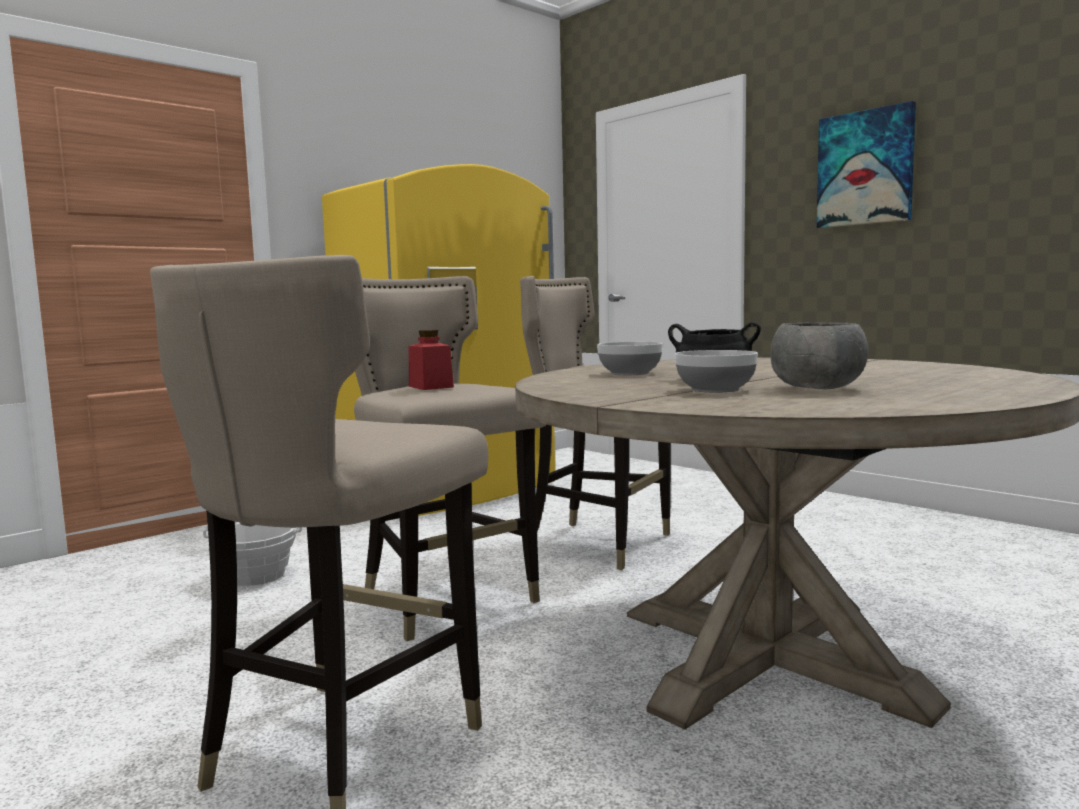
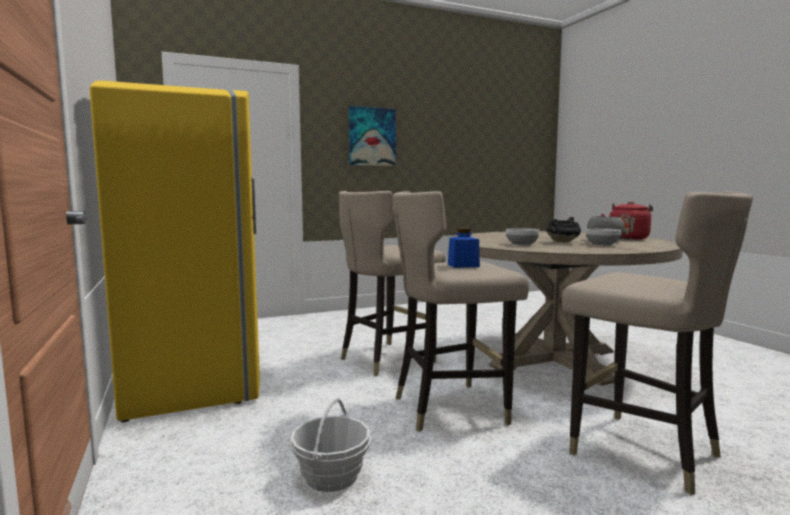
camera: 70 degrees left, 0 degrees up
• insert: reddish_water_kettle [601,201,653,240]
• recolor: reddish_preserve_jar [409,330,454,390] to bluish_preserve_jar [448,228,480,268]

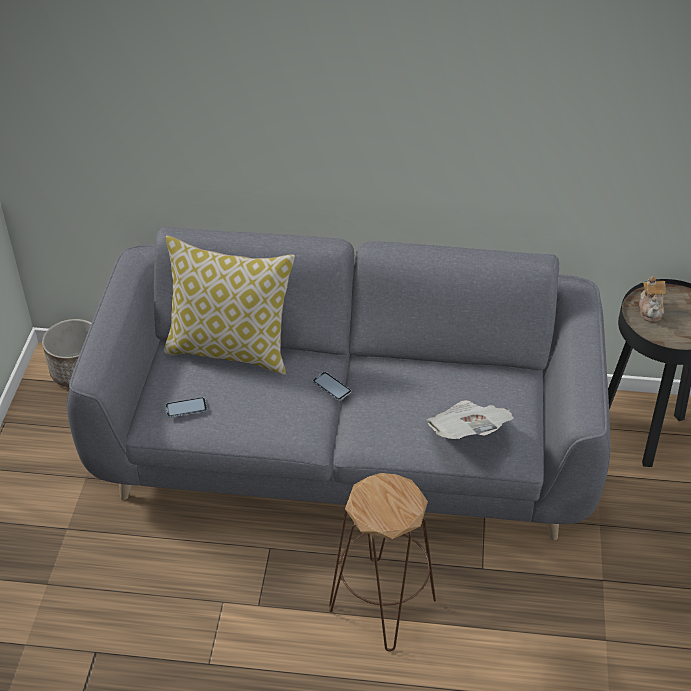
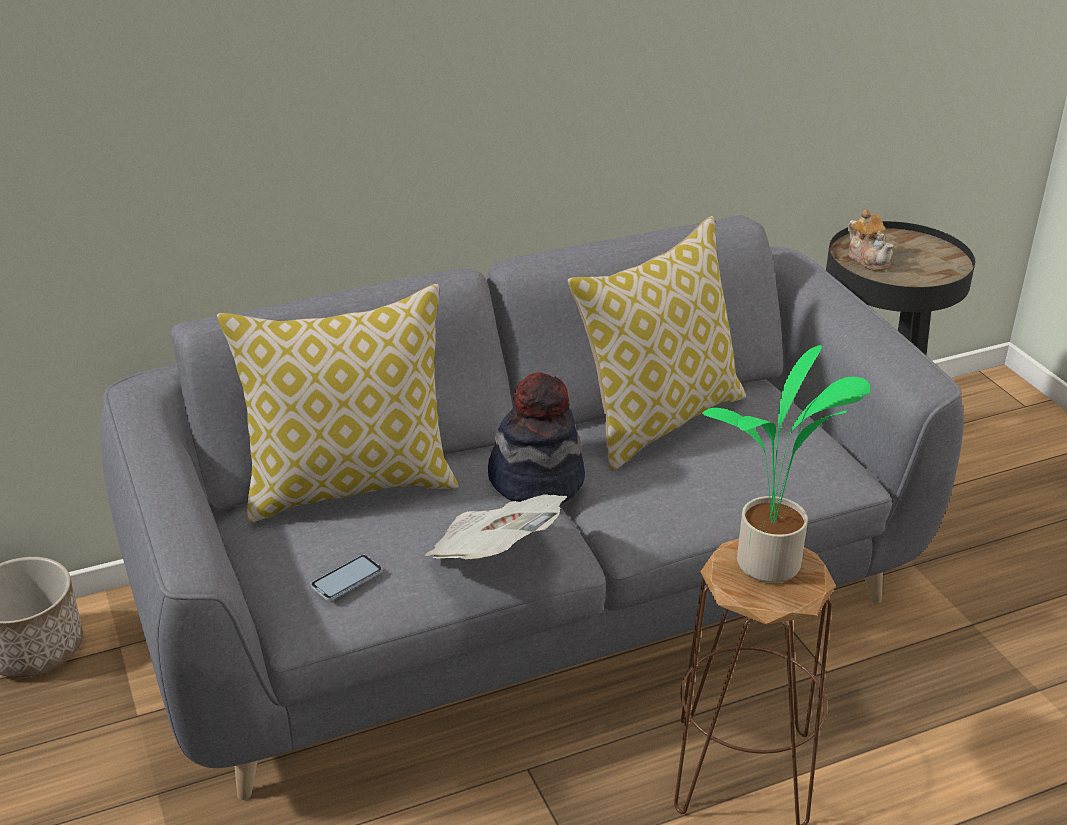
camera: 30 degrees left, 10 degrees down
• insert: pillow [568,216,746,471]
• insert: houseplant [702,345,871,583]
• move: daily_paper [426,400,514,439] to [424,494,567,559]
• replace: phone [313,372,351,401] to wearable_hat [488,372,585,503]

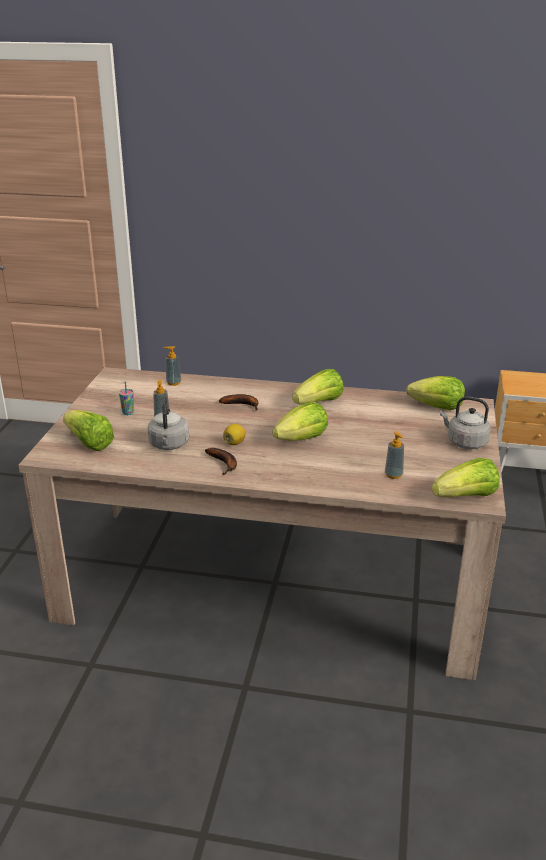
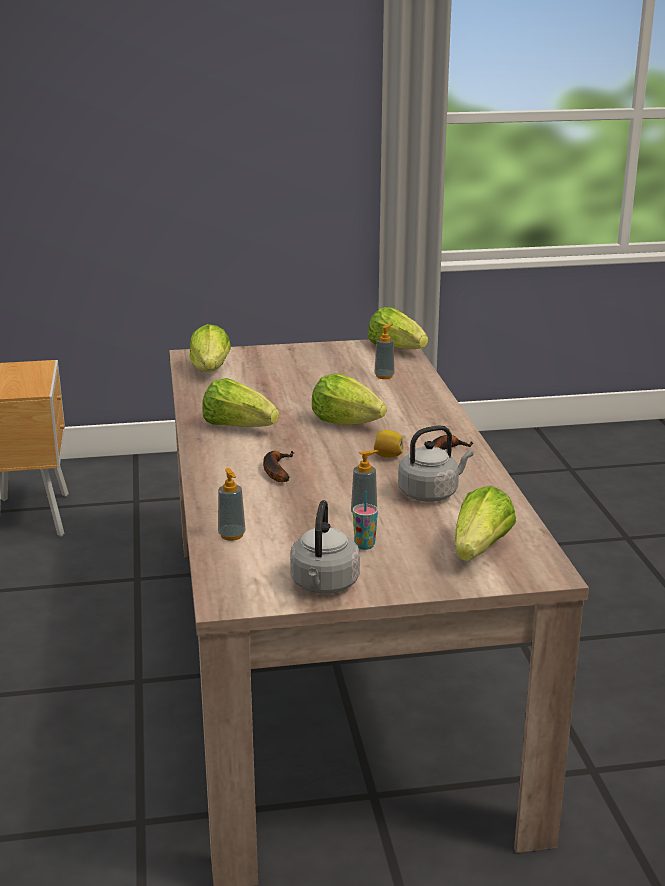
camera: 110 degrees left, 5 degrees down
• move: greyish_water_kettle [440,396,491,449] to [290,500,360,594]

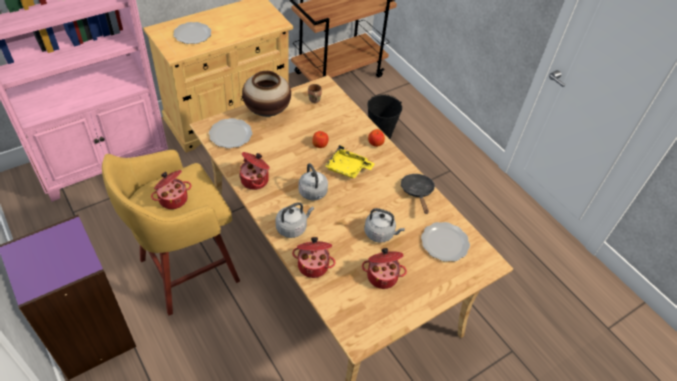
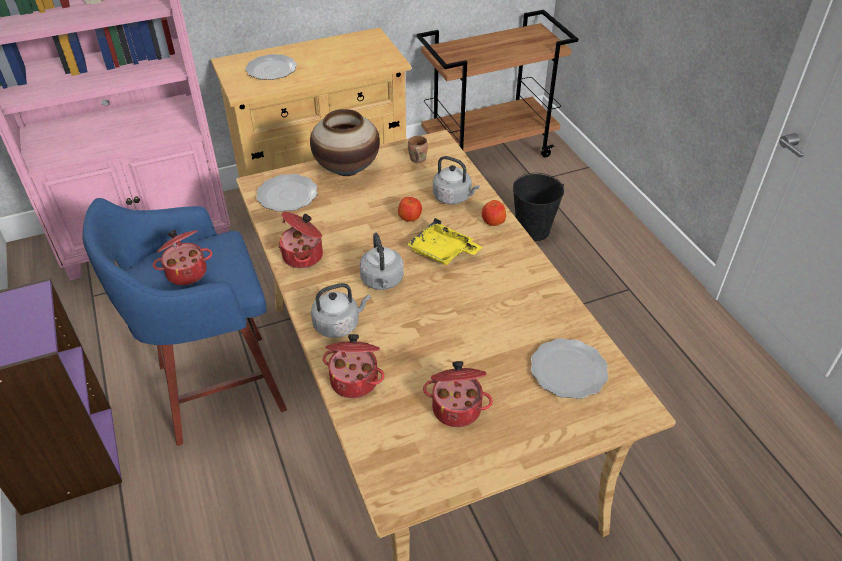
camera: 15 degrees right, 5 degrees down
• delete: blackish_frying_pan [401,174,435,214]
• move: greyish_water_kettle [364,208,405,243] to [433,156,480,204]
• recolor: yellow-coloured_stool_seat [102,150,240,316] to bluish_stool_seat [82,198,287,446]

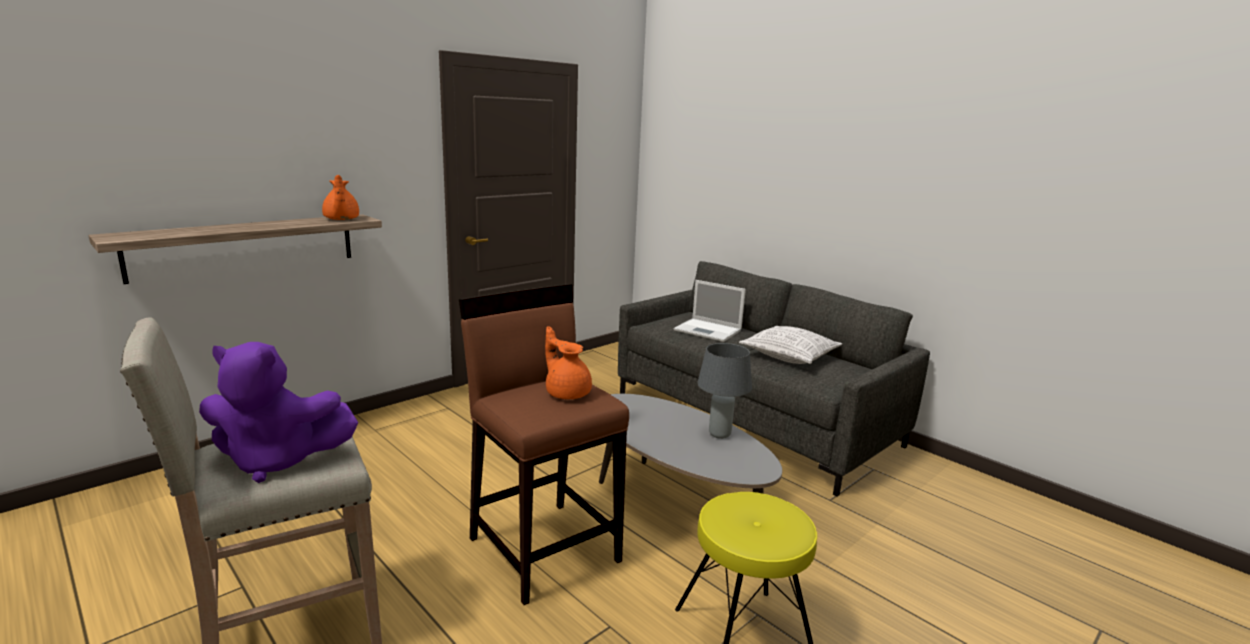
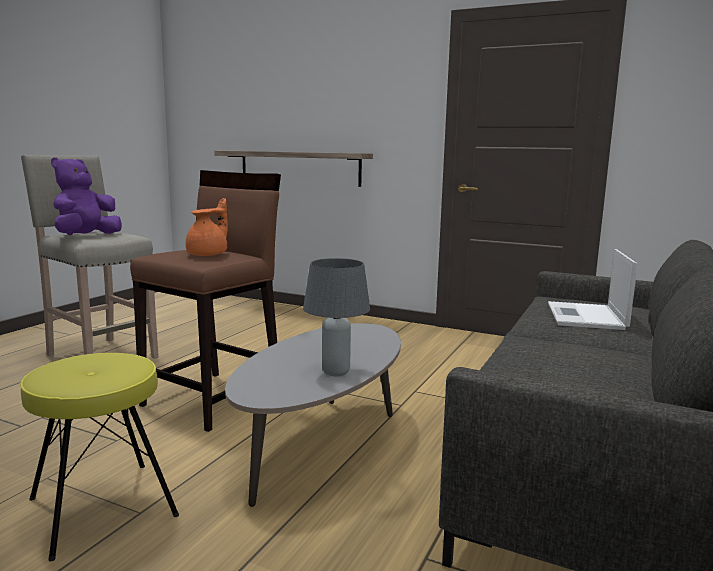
camera: 70 degrees right, 5 degrees down
• delete: orangey_tea_pot [322,175,359,220]
• delete: pillow [739,326,842,364]
• rotate: purple_cuddly_toy [199,342,358,483] = [51,157,122,235] 45 degrees clockwise

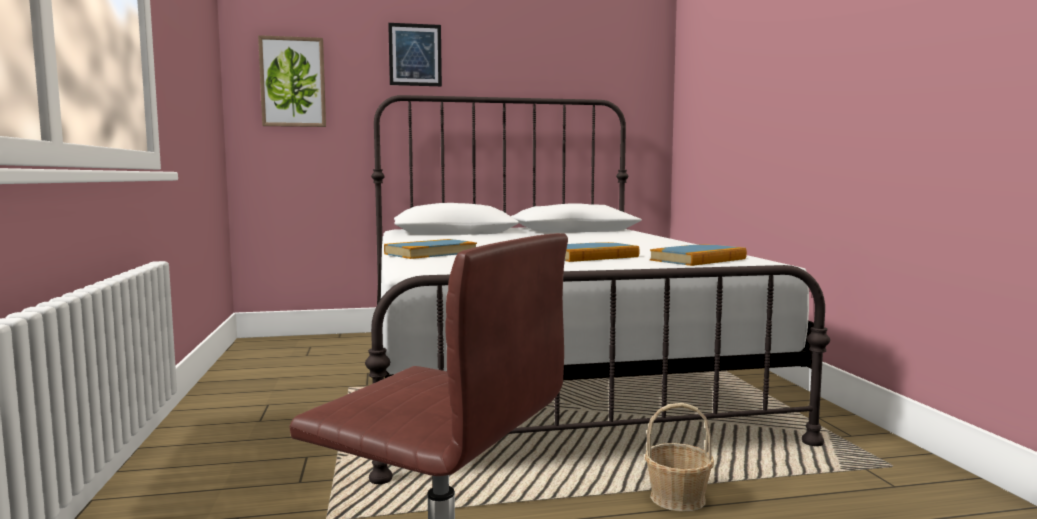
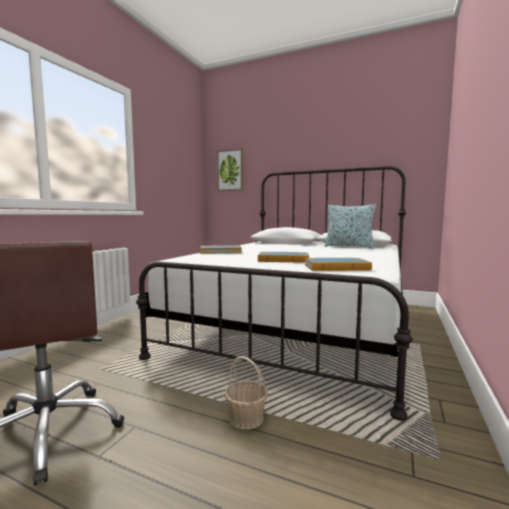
camera: 35 degrees right, 0 degrees up
• delete: wall_art [388,23,442,86]
• insert: pillow [324,204,377,248]

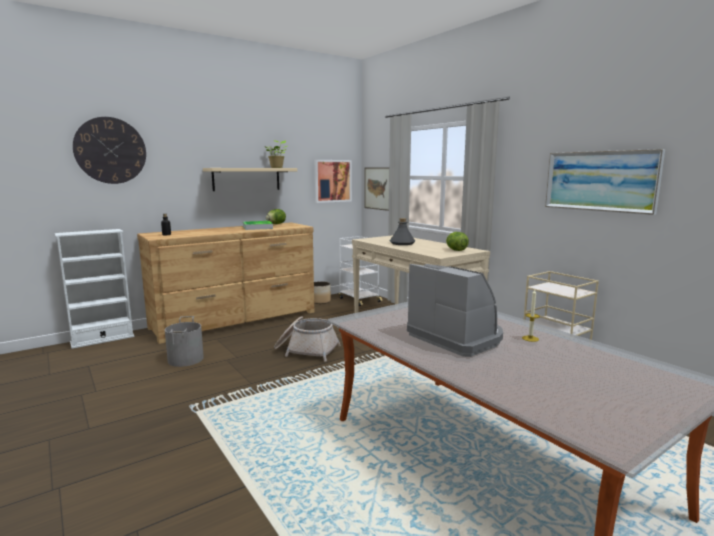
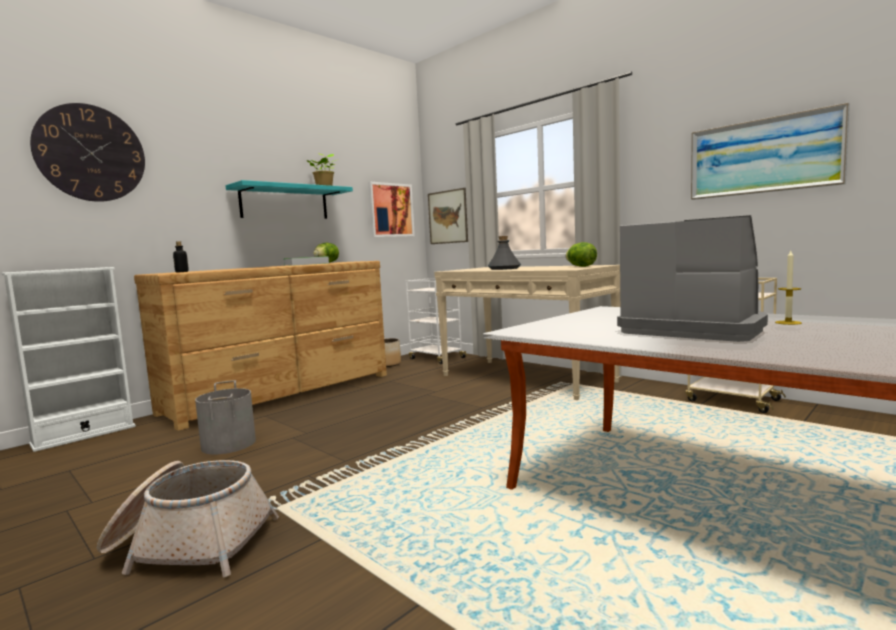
camera: 10 degrees left, 5 degrees down
• move: basket [274,316,341,362] to [97,460,279,578]
• recolor: sand-coloured_bracket_shelf [203,168,297,191] to turquoise_bracket_shelf [226,180,353,219]

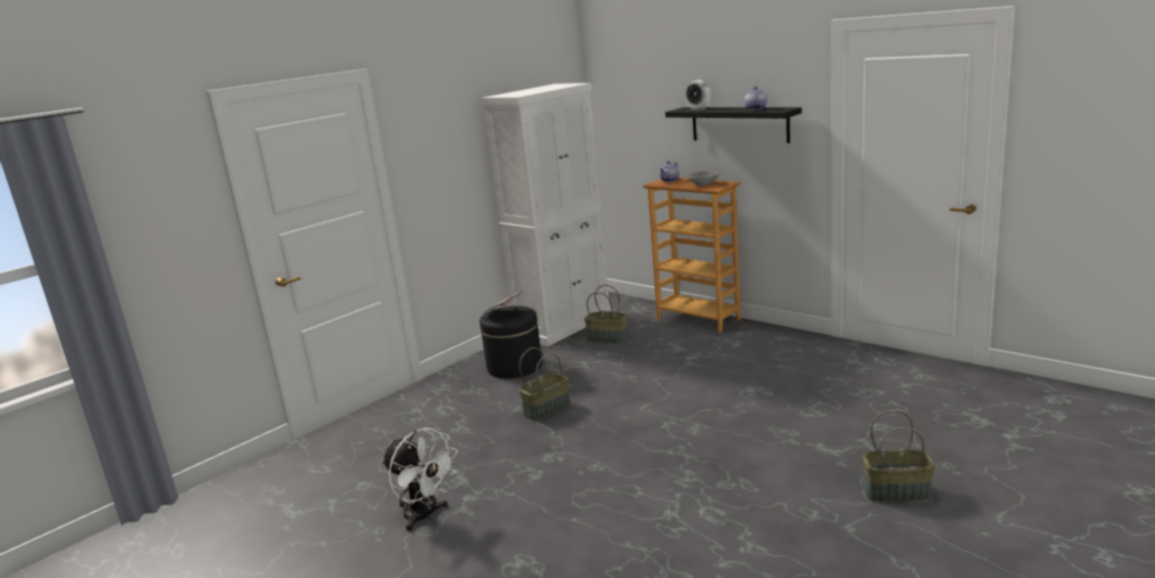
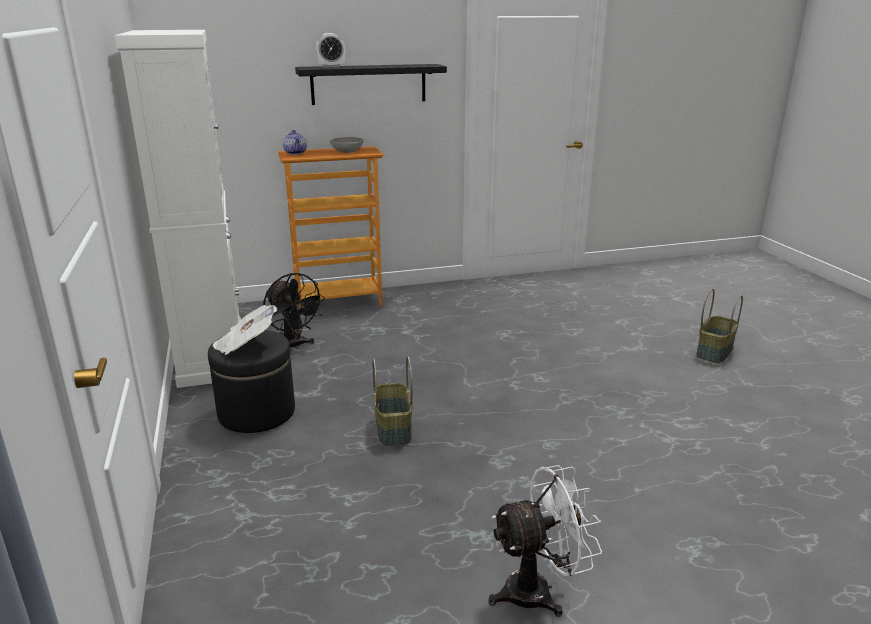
camera: 60 degrees left, 5 degrees up
• delete: tea_pot [744,86,767,110]
• replace: basket [584,285,628,343] to blackish_fan [263,273,325,349]

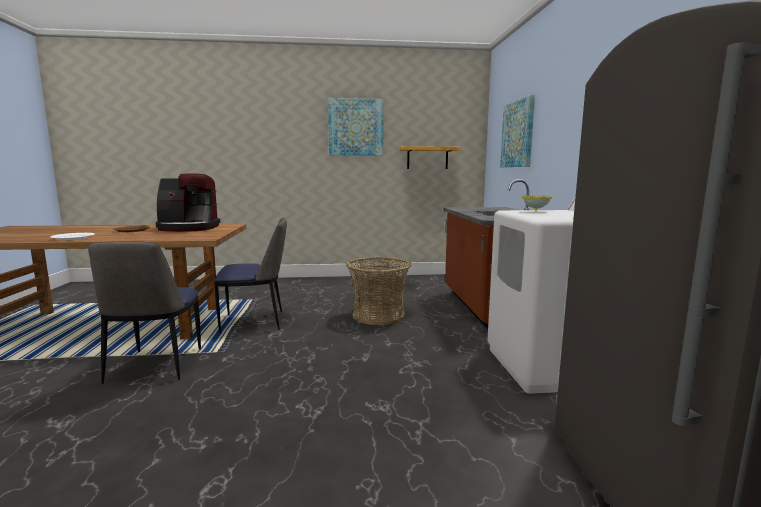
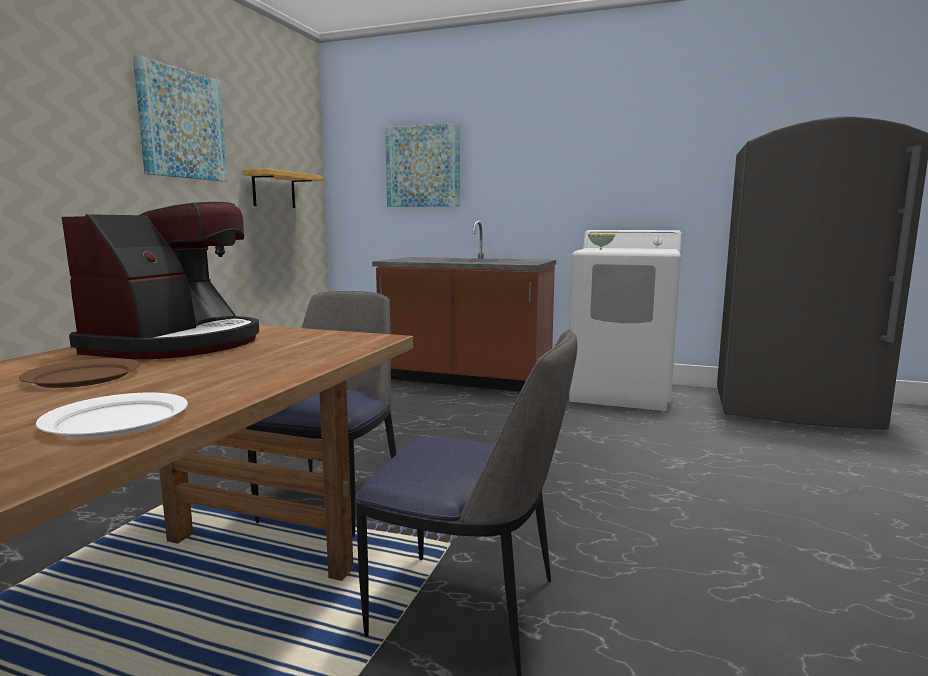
camera: 65 degrees left, 0 degrees up
• delete: basket [346,257,412,325]

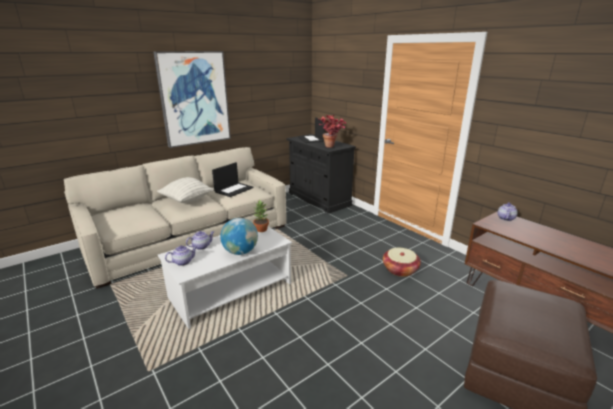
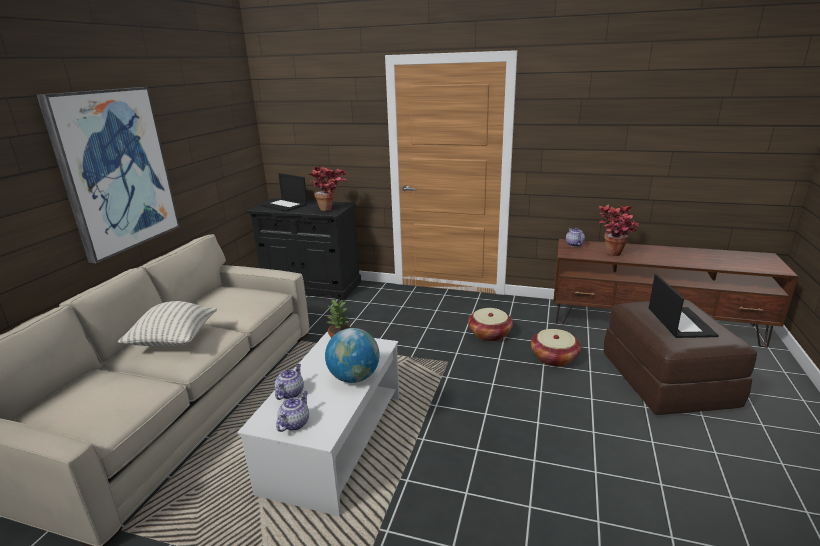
camera: 35 degrees left, 0 degrees up
• insert: basket [531,329,581,367]
• insert: houseplant [598,204,642,256]
• move: portable_computer [212,162,254,197] to [649,274,719,338]

